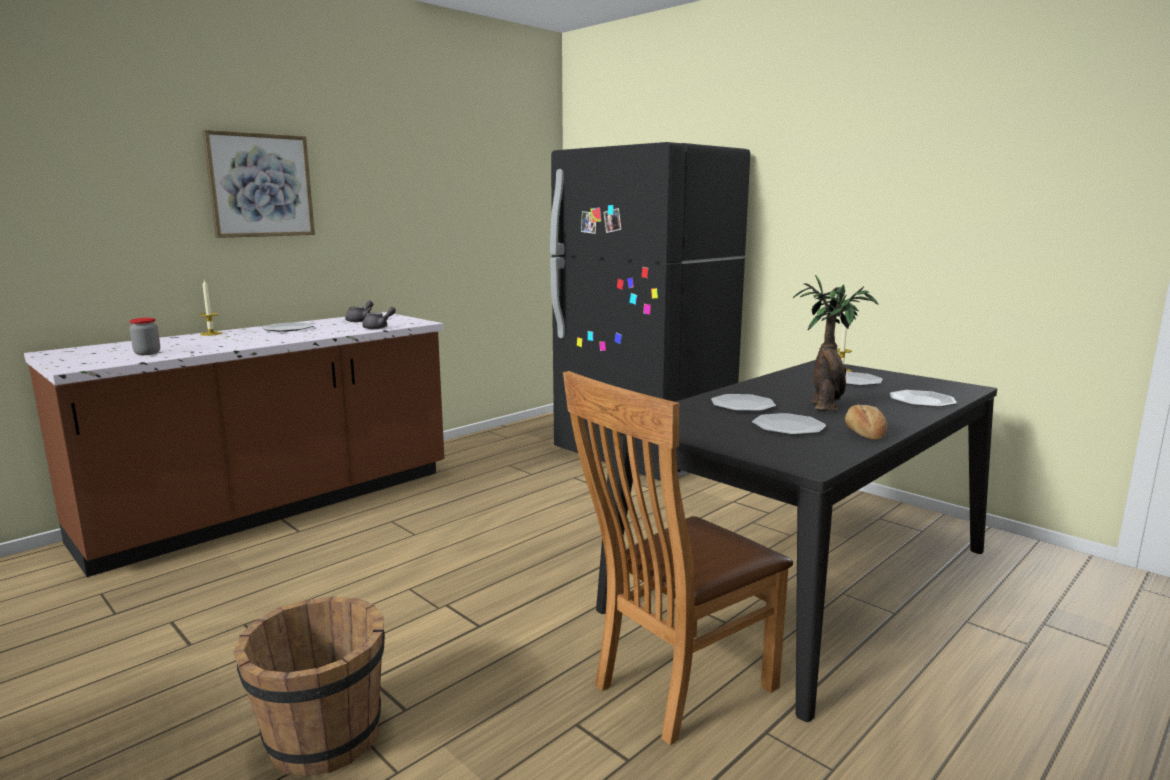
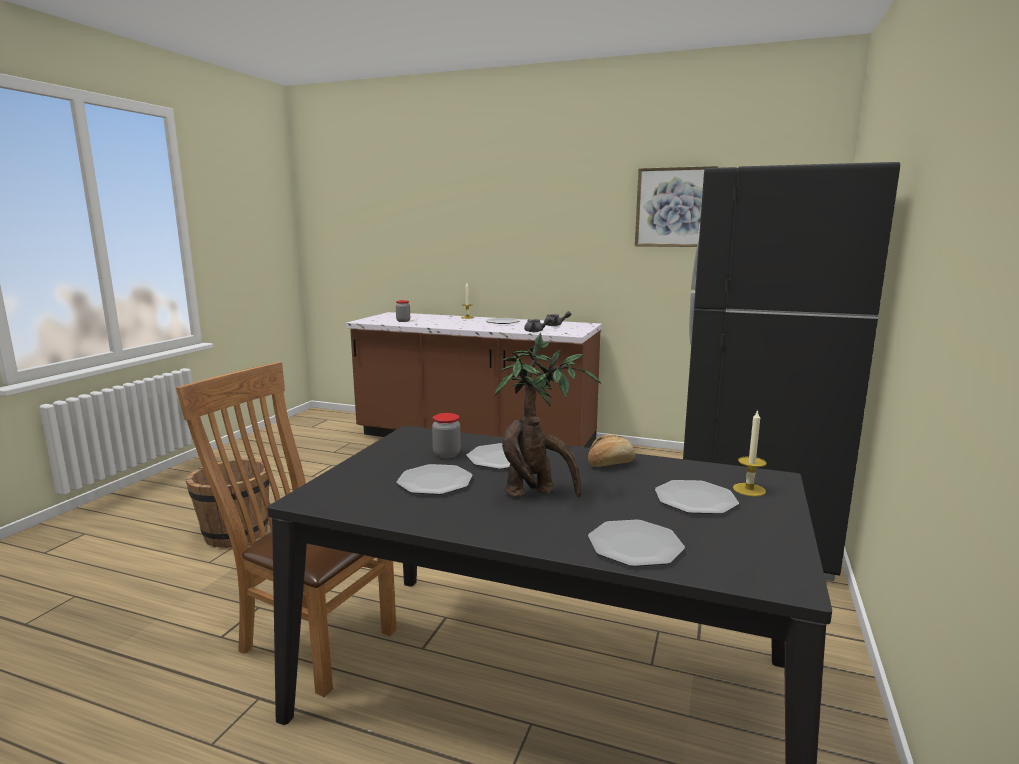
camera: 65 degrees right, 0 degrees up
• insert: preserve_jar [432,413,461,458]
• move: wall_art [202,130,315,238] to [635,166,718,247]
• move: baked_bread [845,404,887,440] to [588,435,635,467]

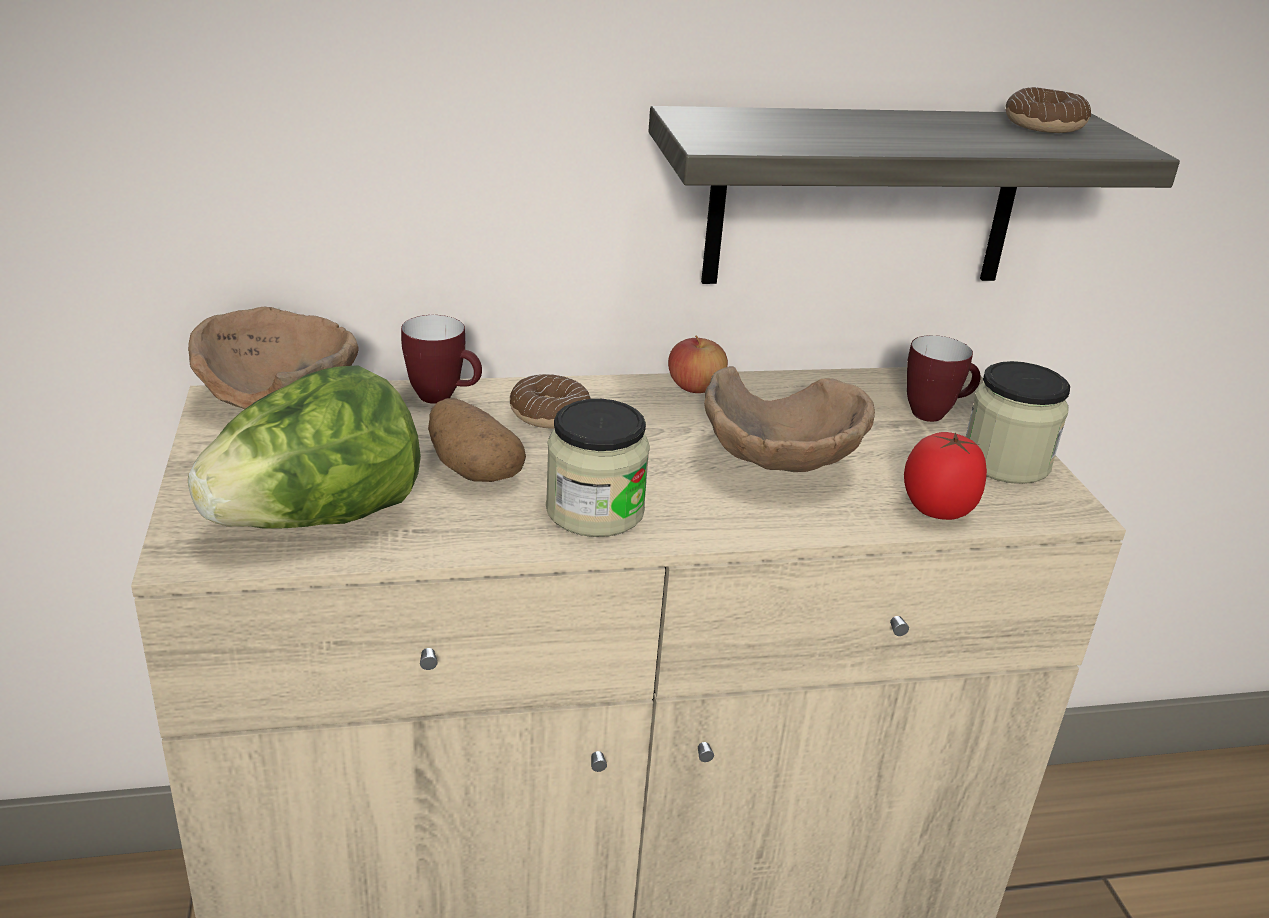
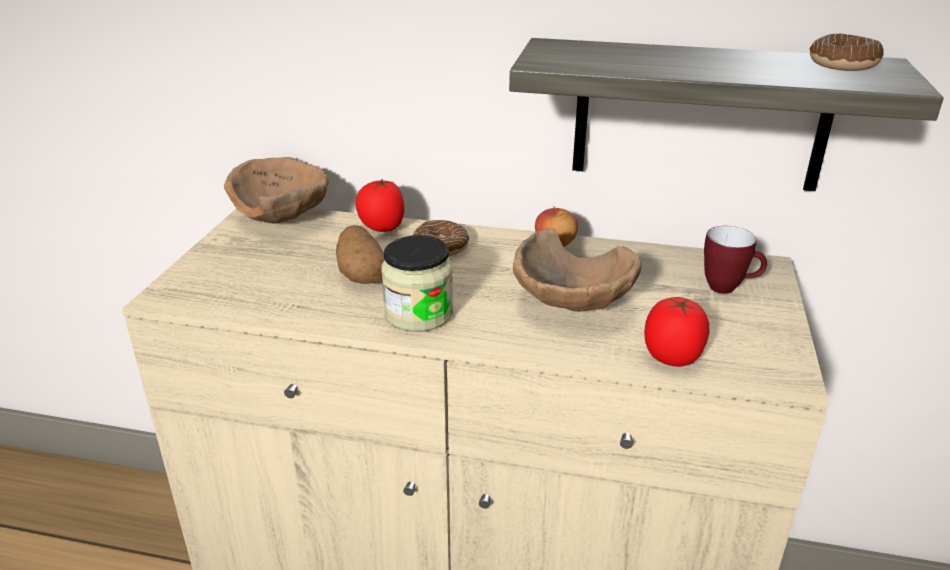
camera: 25 degrees right, 0 degrees up
• delete: lettuce_head [188,365,421,529]
• delete: preserve_jar [966,361,1070,484]
• replace: tea_mug [401,315,482,404] to fresh_tomato [355,179,405,232]

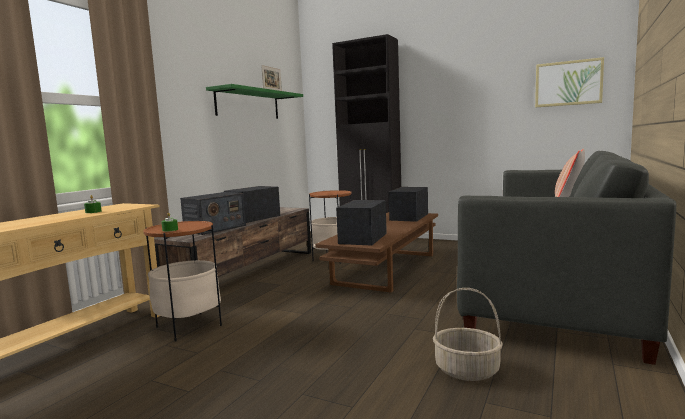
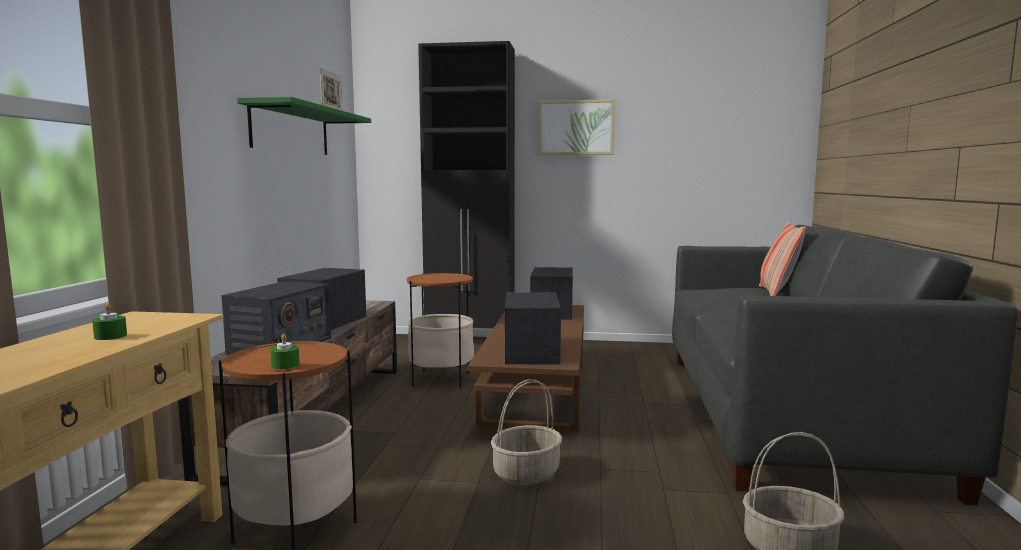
camera: 20 degrees left, 0 degrees up
• insert: basket [491,379,562,485]
• move: wall_art [535,57,604,107] to [538,99,615,155]

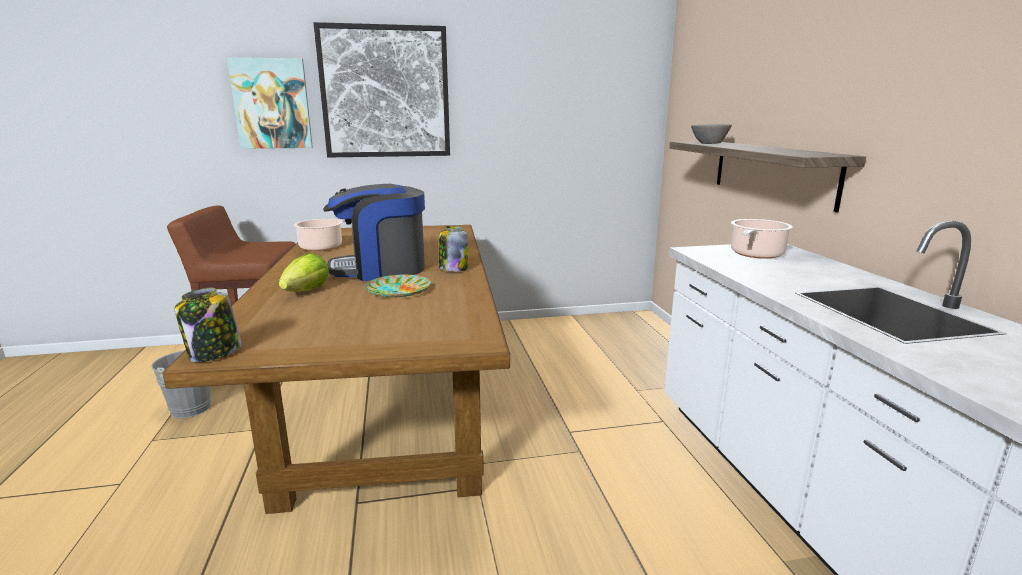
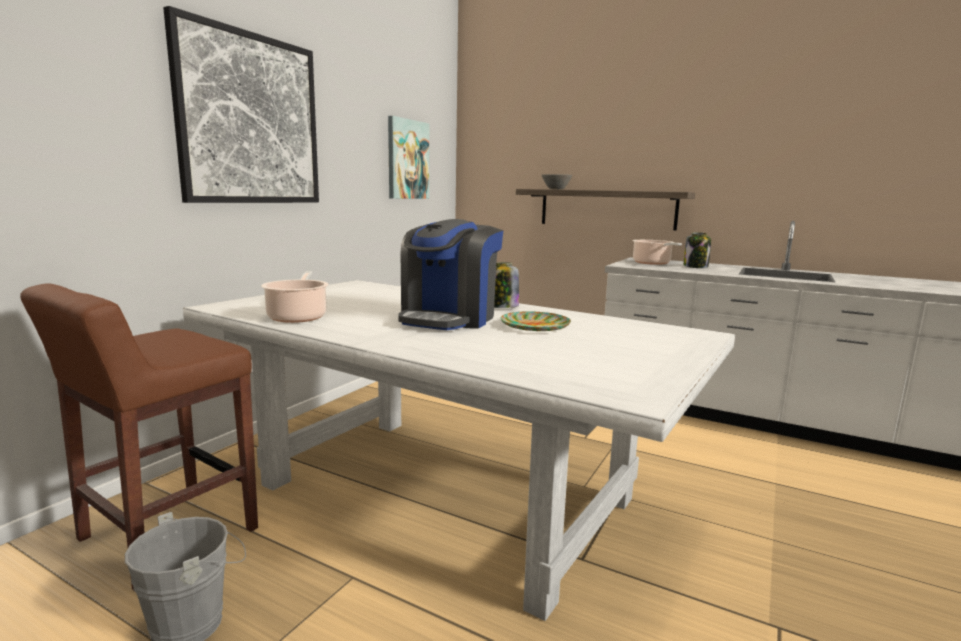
camera: 50 degrees left, 5 degrees down
• delete: lettuce_head [279,253,329,292]
• move: preserve_jar [174,288,242,362] to [684,232,711,268]
• move: wall_art [227,57,313,149] to [388,116,429,199]
• recolor: brown-coloured_dining_table [162,225,510,514] to white-coloured_dining_table [183,280,735,621]

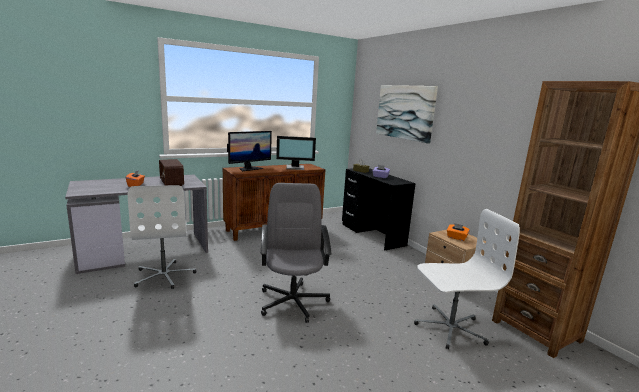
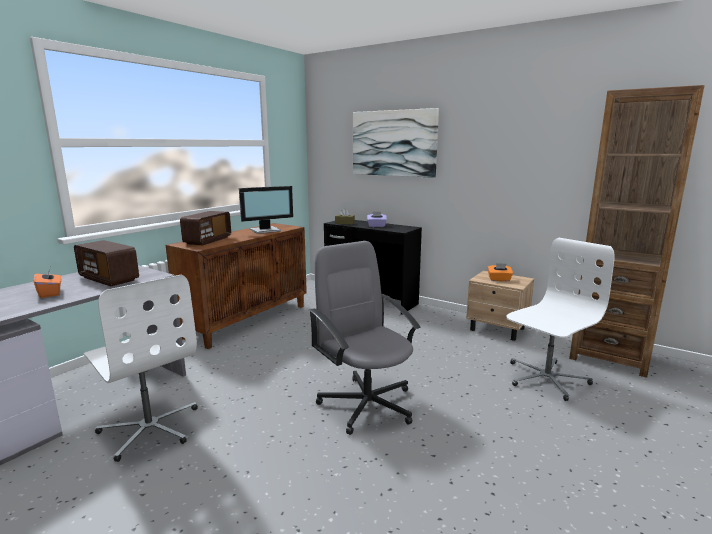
camera: 25 degrees left, 0 degrees up
• replace: computer_display [227,131,272,171] to radio_set [180,211,231,245]

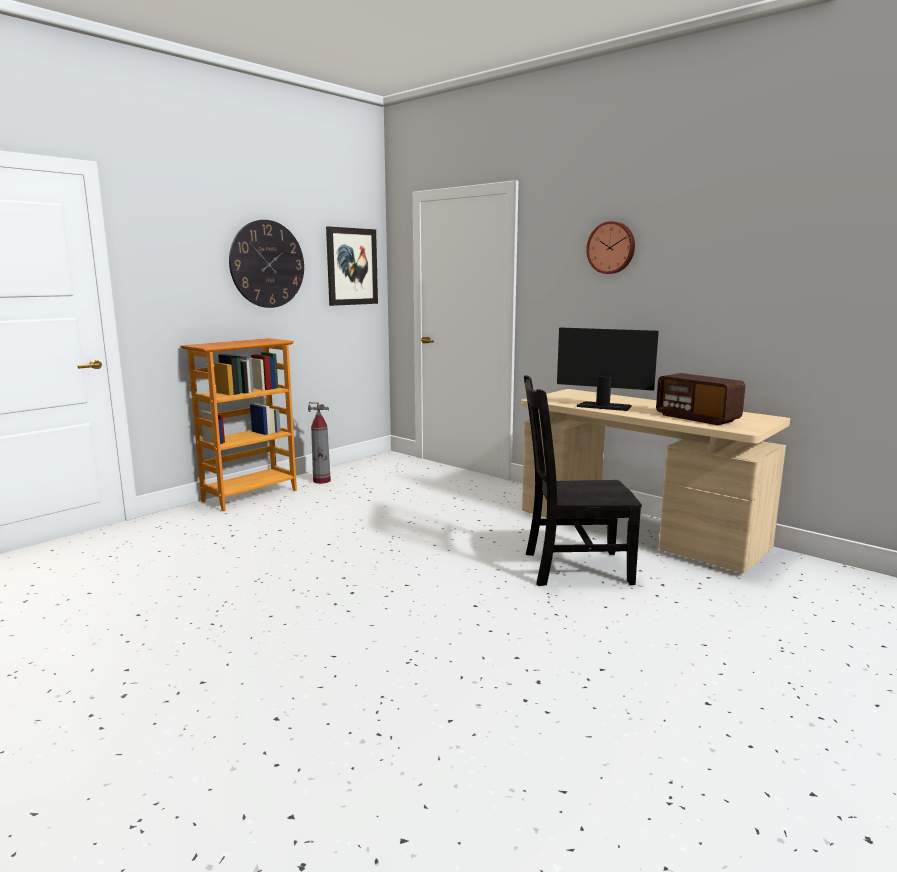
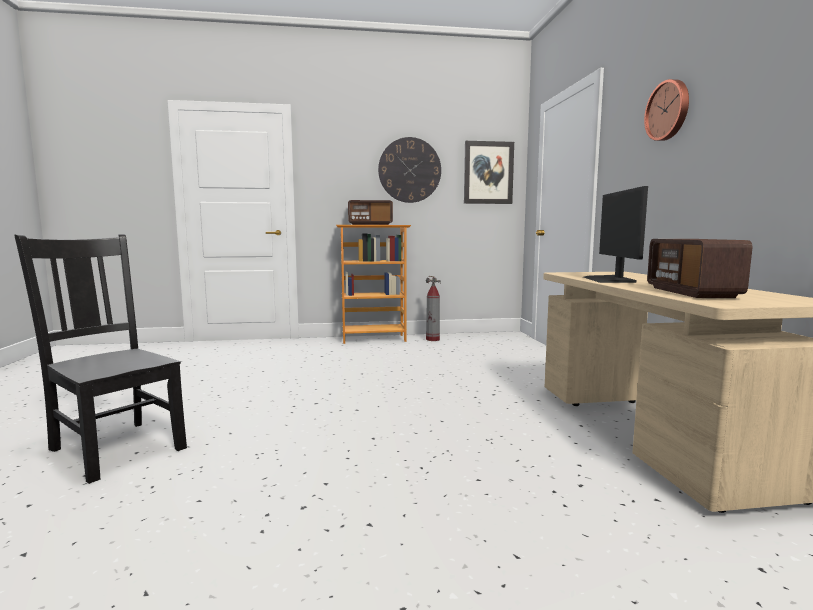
camera: 40 degrees right, 5 degrees down
• insert: radio_set [348,200,393,225]
• move: blackish_chair [524,375,642,586] to [14,234,187,484]
• rotate: computer_display [557,327,659,411] = [583,186,648,283] 150 degrees counterclockwise

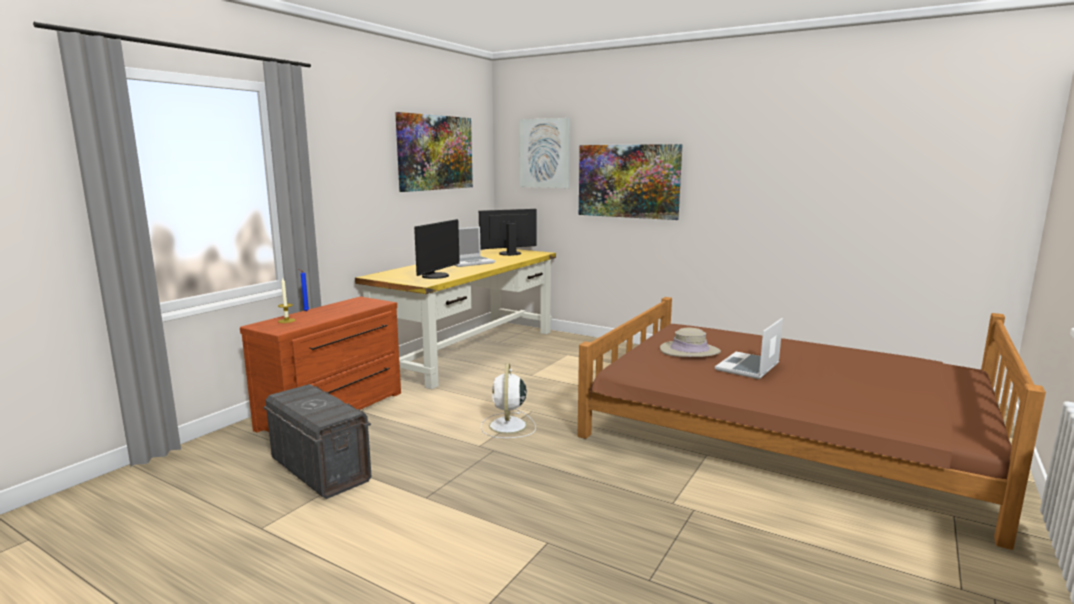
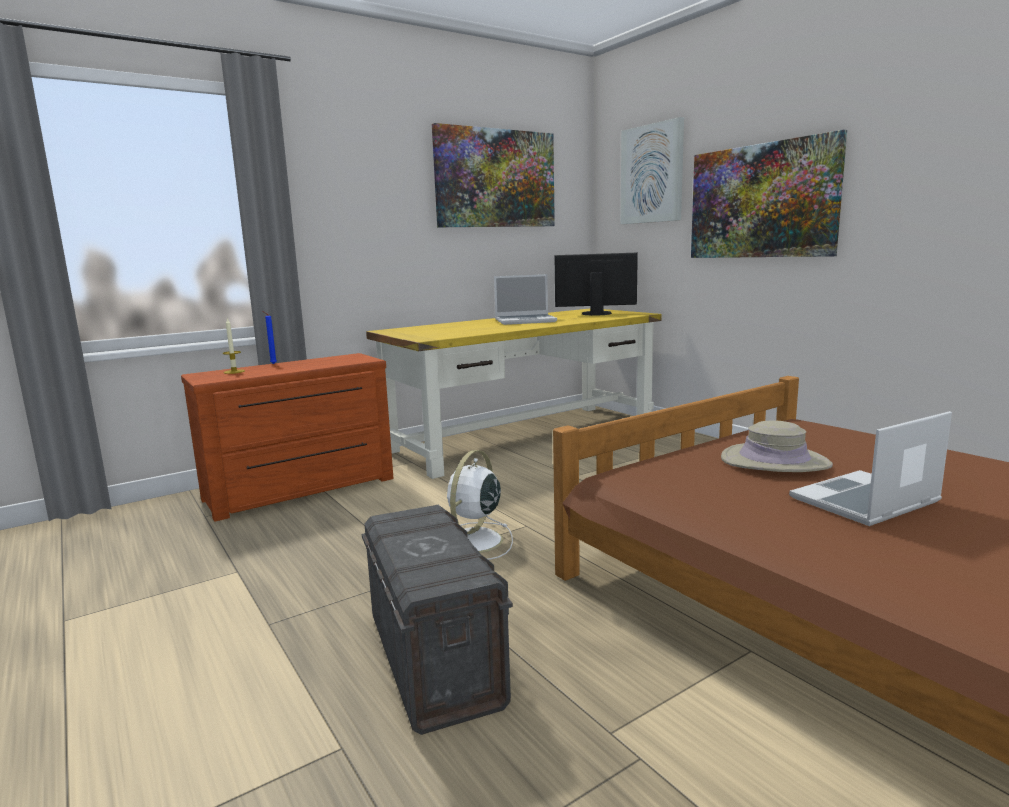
camera: 25 degrees right, 0 degrees up
• delete: computer_display [414,219,460,279]
• move: greyish_storage_container [263,384,371,499] to [362,505,513,735]

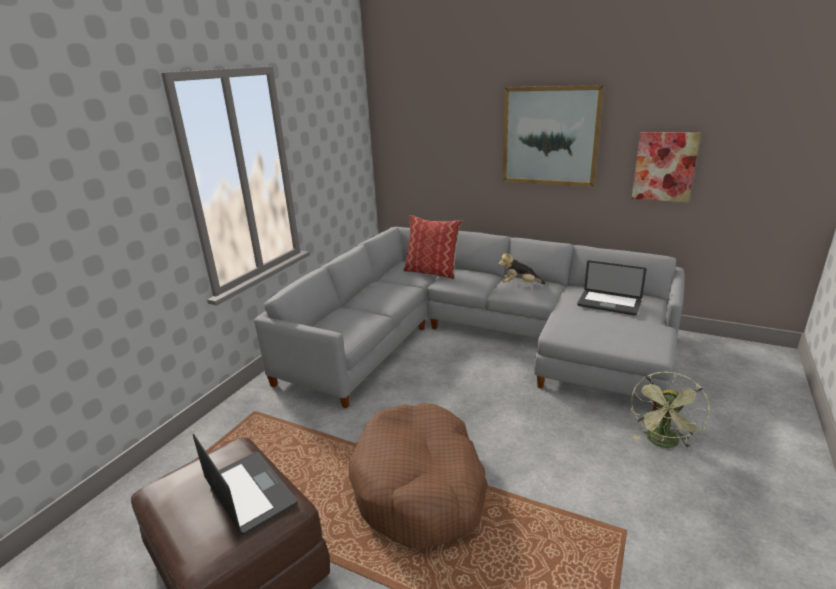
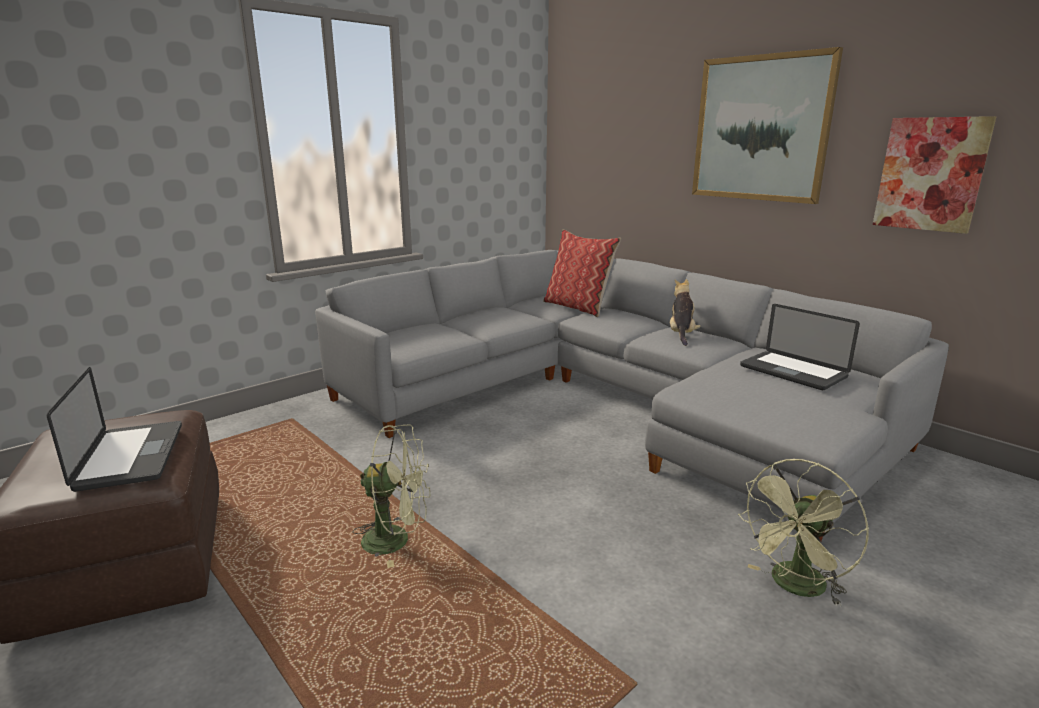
camera: 20 degrees right, 5 degrees down
• replace: brown-coloured_pet_bed [349,403,488,548] to greenish_fan [353,424,430,568]
• rotate: cuddly_toy [498,251,546,284] = [670,279,701,346] 75 degrees clockwise

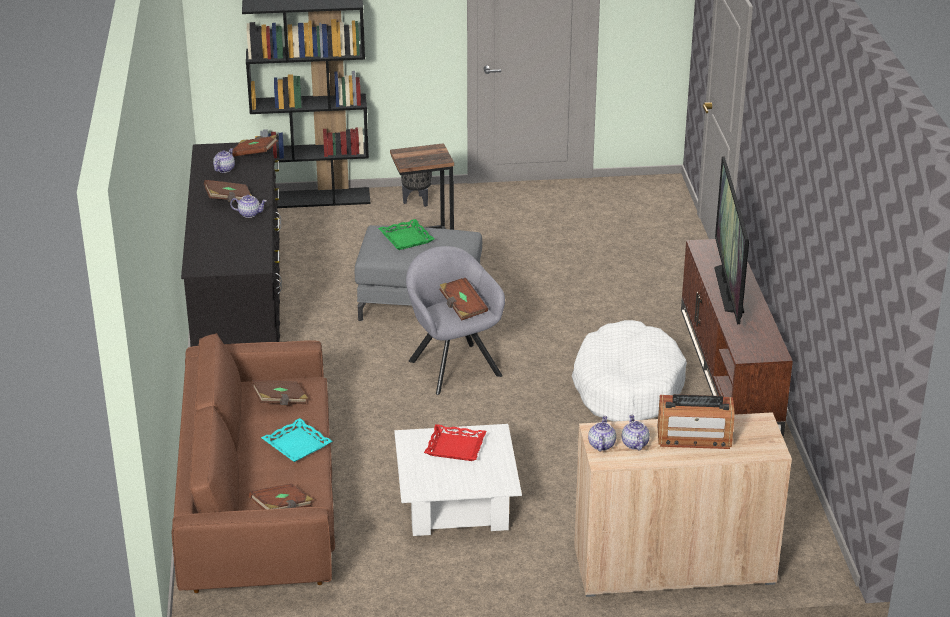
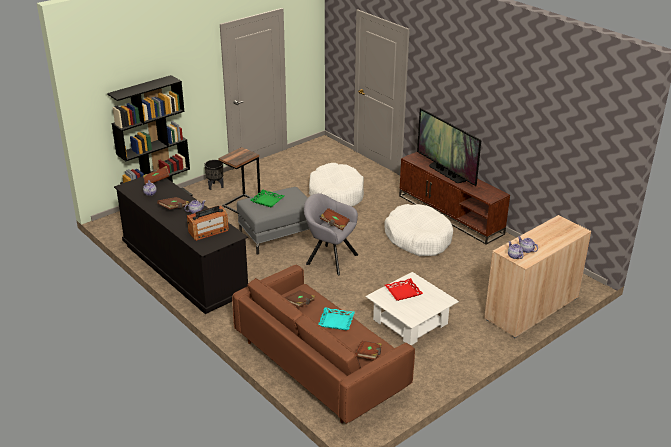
camera: 35 degrees left, 0 degrees up
• insert: white-coloured_pet_bed [309,163,364,207]
• move: radio_set [658,394,734,449] to [187,206,229,241]

